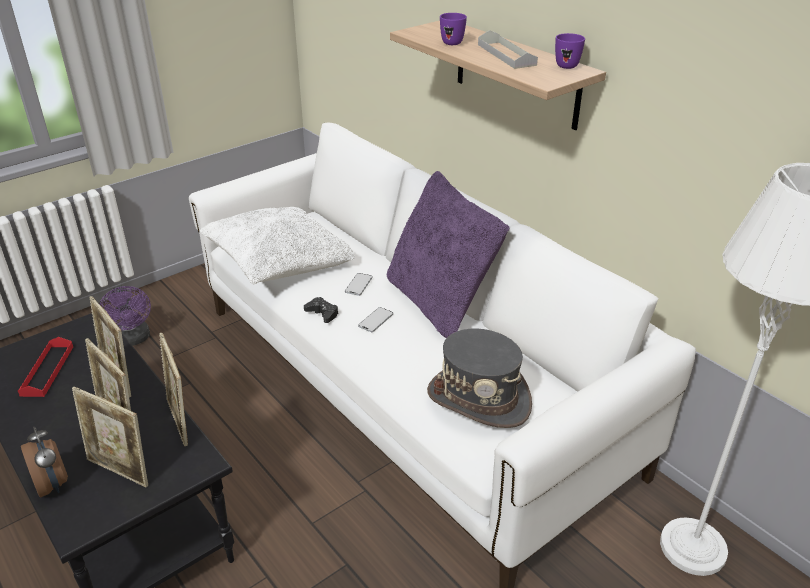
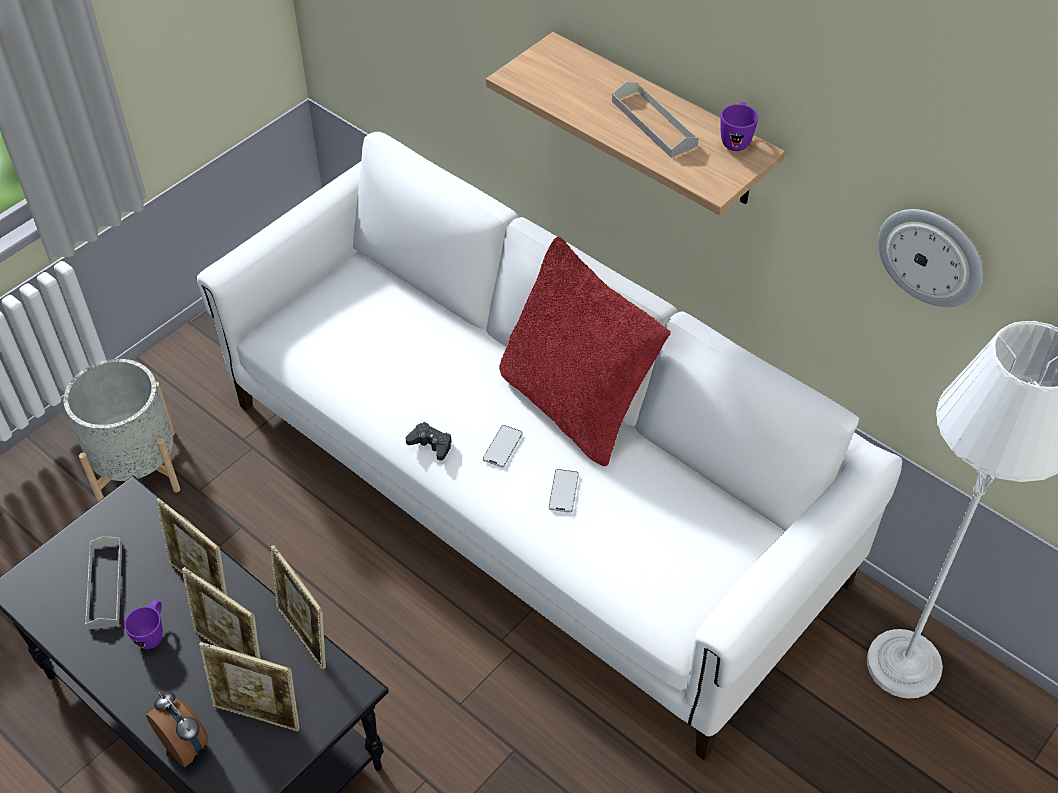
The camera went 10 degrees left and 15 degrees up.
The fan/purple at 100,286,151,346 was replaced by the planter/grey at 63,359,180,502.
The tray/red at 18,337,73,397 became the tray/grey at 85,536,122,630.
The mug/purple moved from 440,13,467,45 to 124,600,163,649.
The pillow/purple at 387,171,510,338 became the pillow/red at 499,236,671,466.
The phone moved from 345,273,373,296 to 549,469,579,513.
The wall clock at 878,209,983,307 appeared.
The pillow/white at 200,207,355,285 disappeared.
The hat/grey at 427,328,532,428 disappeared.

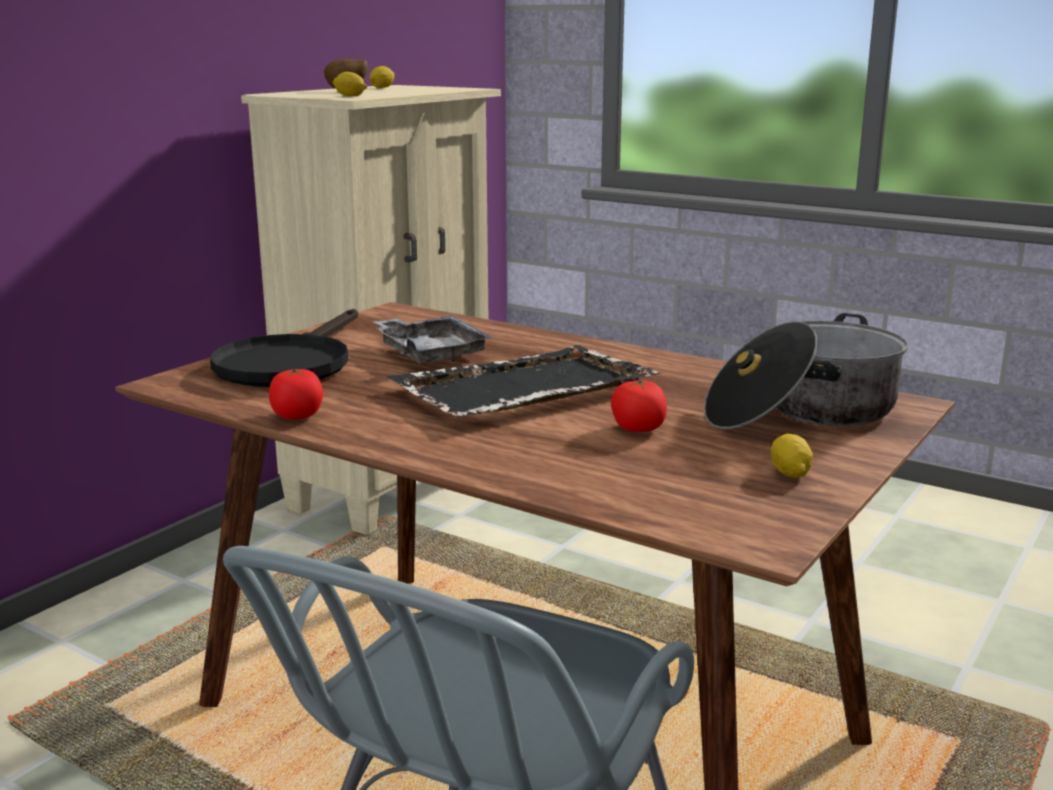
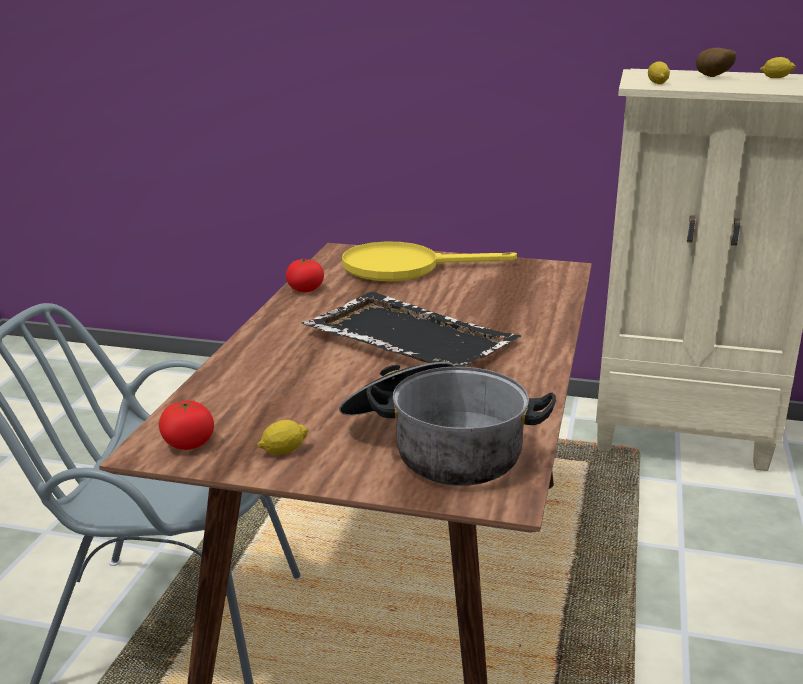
The camera went 70 degrees right and 5 degrees up.
The tomato moved from 611,379,667,432 to 159,400,214,450.
The frying pan/black at 210,309,358,387 became the frying pan/yellow at 342,241,517,281.
The tray/grey at 373,315,493,364 disappeared.

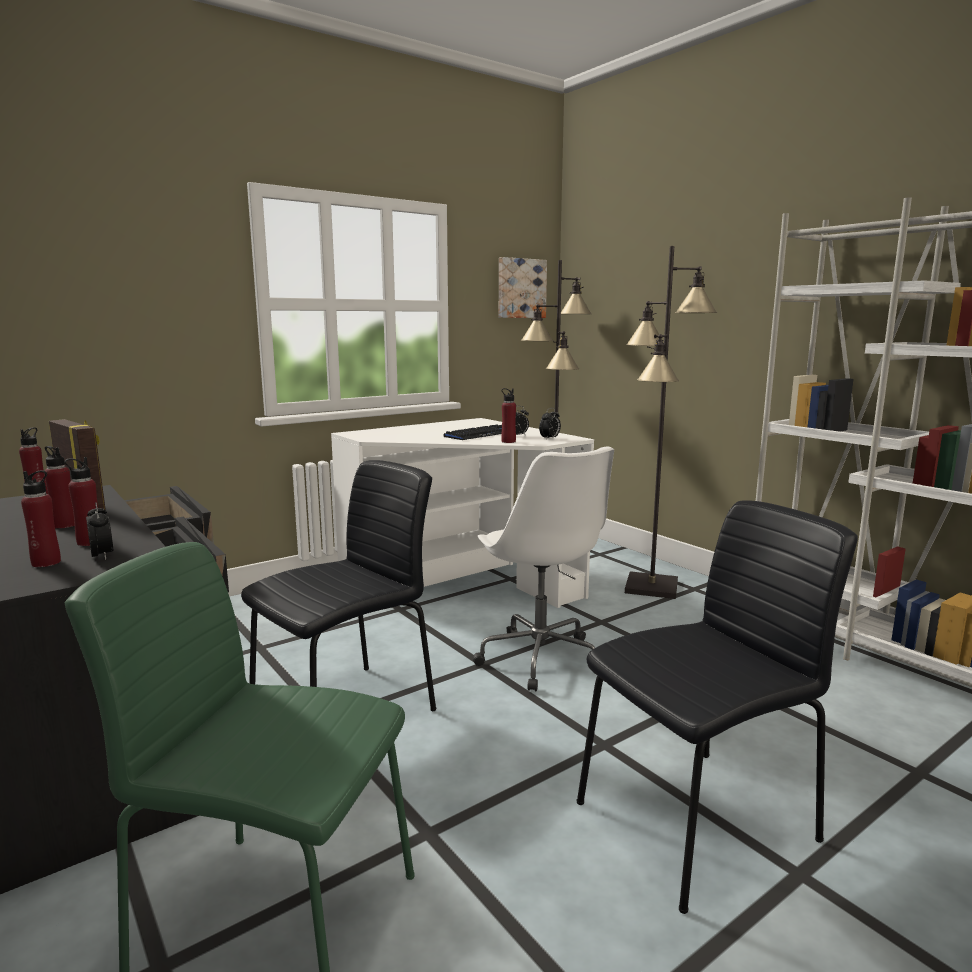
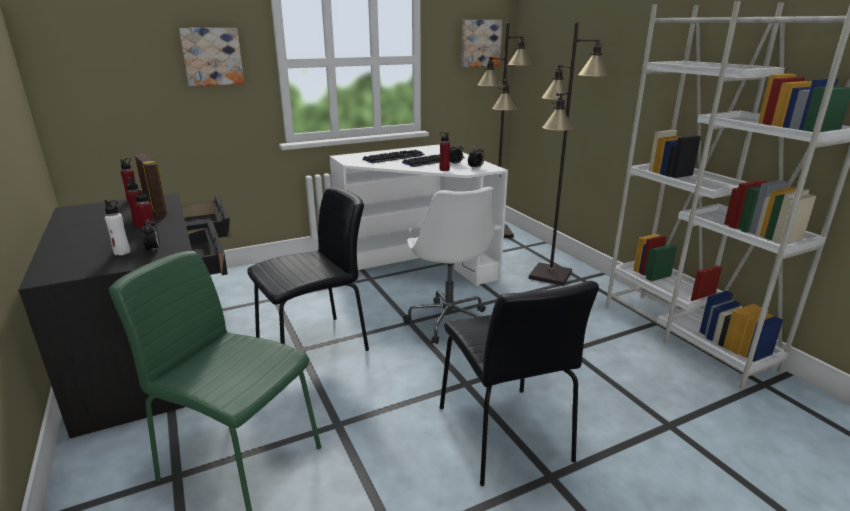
The camera went 10 degrees right and 10 degrees up.
The bottle/red at 21,470,61,567 became the bottle/white at 104,200,130,256.
The picture at 179,28,244,86 appeared.
The keyboard at 363,150,425,163 appeared.
The chair/black at 577,500,858,914 turned 90 degrees clockwise.

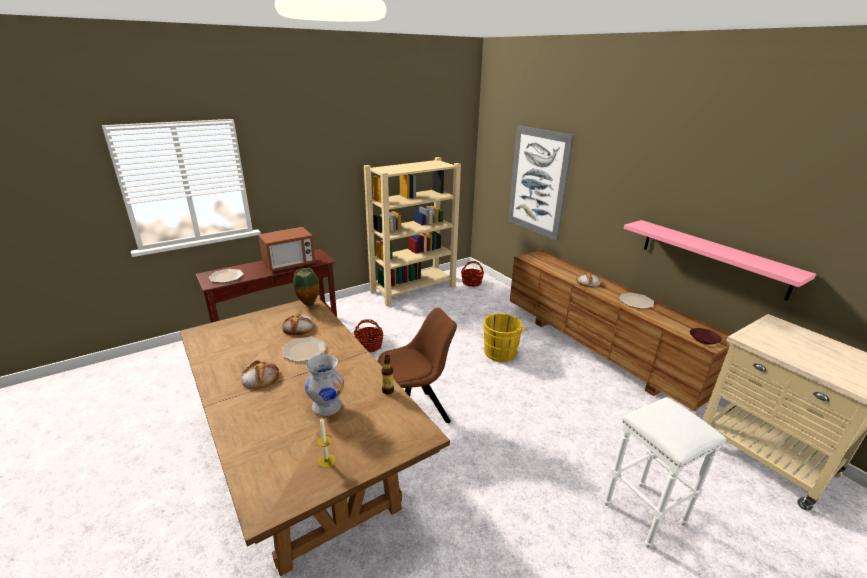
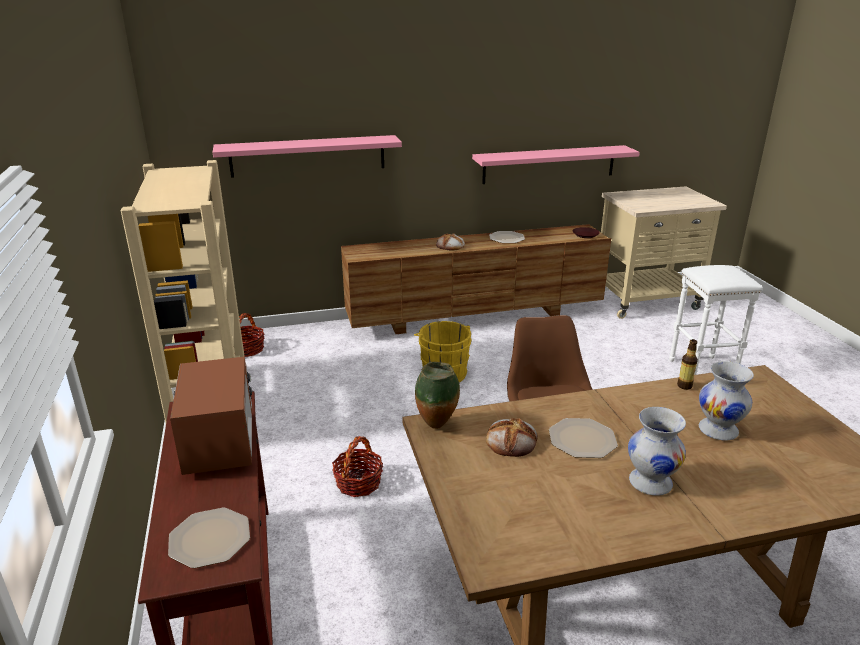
The camera went 70 degrees left and 0 degrees up.
The picture at 508,125,574,241 was replaced by the shelf/pink at 213,135,402,178.
The bread at 241,360,279,389 was replaced by the vase/white at 628,407,686,496.
The candle at 316,417,336,468 disappeared.

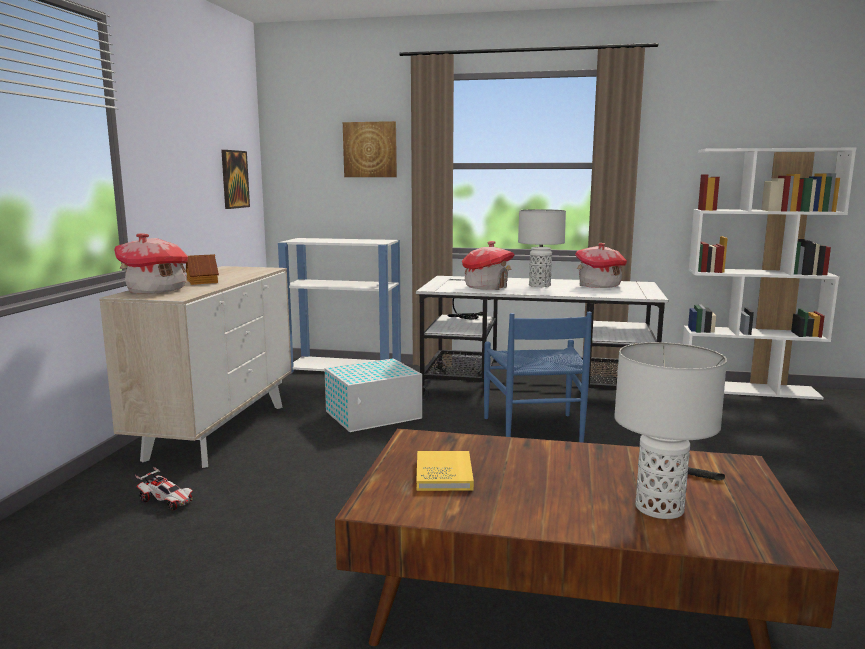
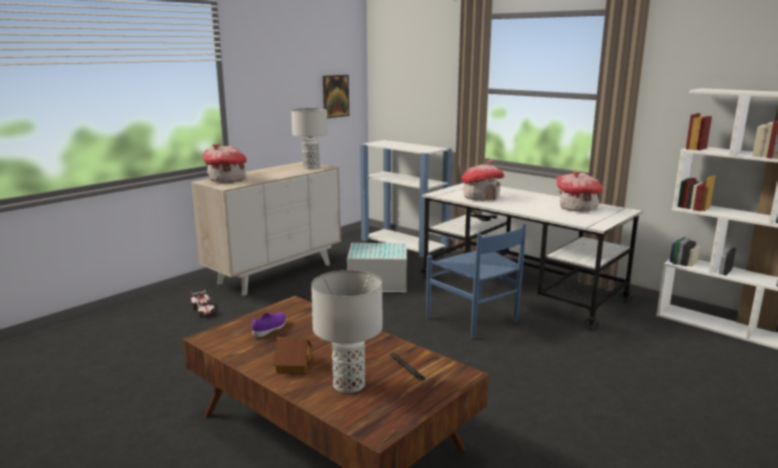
The camera went 30 degrees right and 5 degrees up.
The book/yellow at 416,451,474,491 was replaced by the shoe/purple at 252,312,286,338.
The toy house moved from 186,254,219,285 to 273,337,312,374.
The table lamp/white moved from 518,209,566,287 to 291,108,328,169.
The chair/blue at 484,312,592,443 turned 60 degrees counterclockwise.
The picture at 343,121,397,177 disappeared.

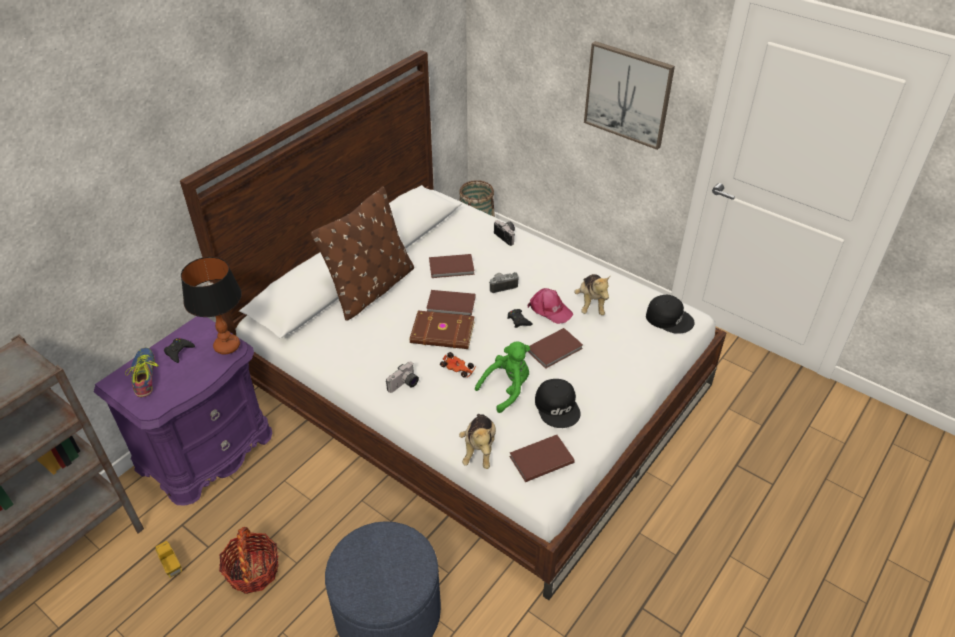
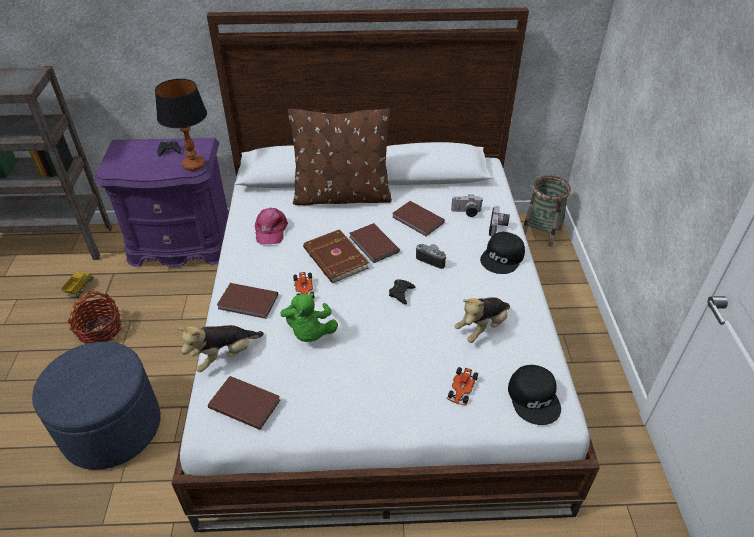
The camera went 50 degrees right and 0 degrees up.
The book/brown moved from 528,328,583,369 to 217,283,278,319.
The cap/pink moved from 527,288,573,324 to 255,208,288,245.
The plush toy/green at 475,341,530,413 turned 75 degrees clockwise.
The toy car at 446,367,478,405 appeared.
The photo camera moved from 386,362,419,393 to 451,195,483,217.
The cap/black moved from 535,379,581,428 to 480,232,525,274.
The shoe at 125,348,159,397 disappeared.
The picture at 584,41,675,150 disappeared.

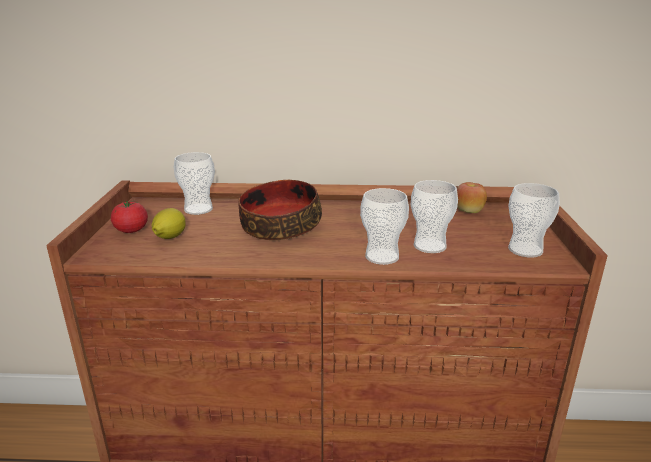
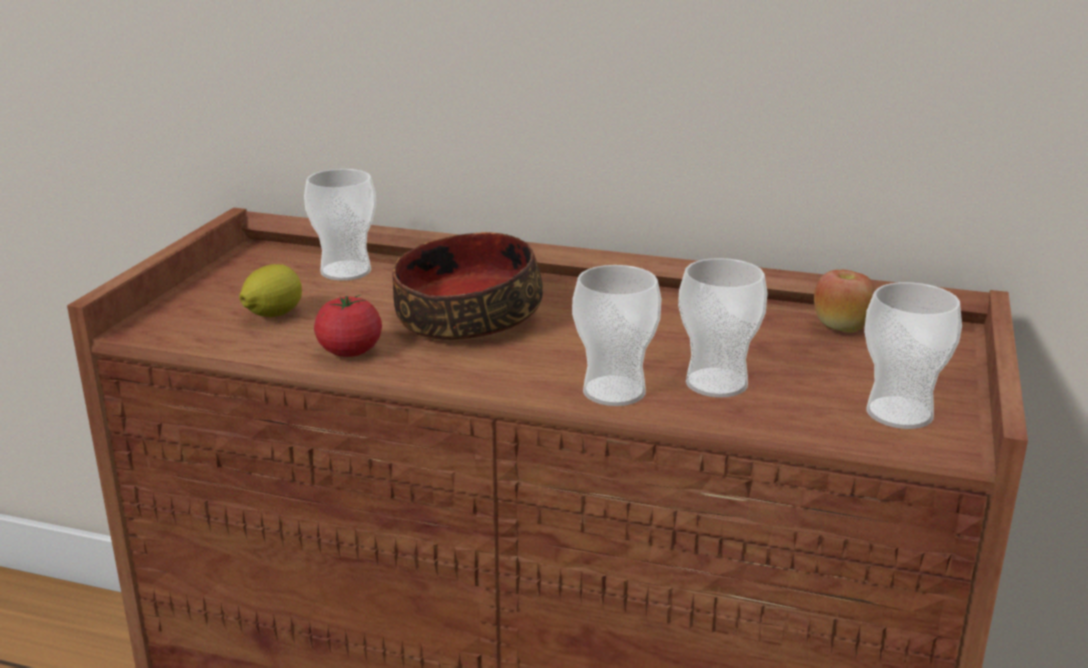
The camera went 15 degrees right and 0 degrees up.
The tomato moved from 111,200,148,233 to 314,295,382,357.

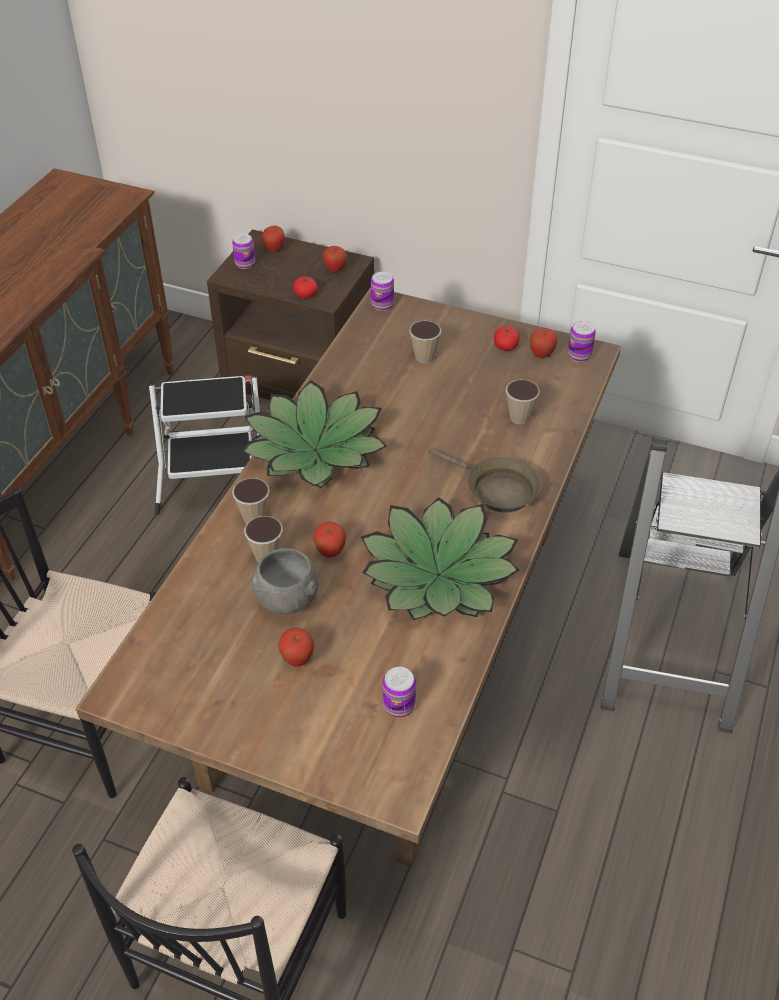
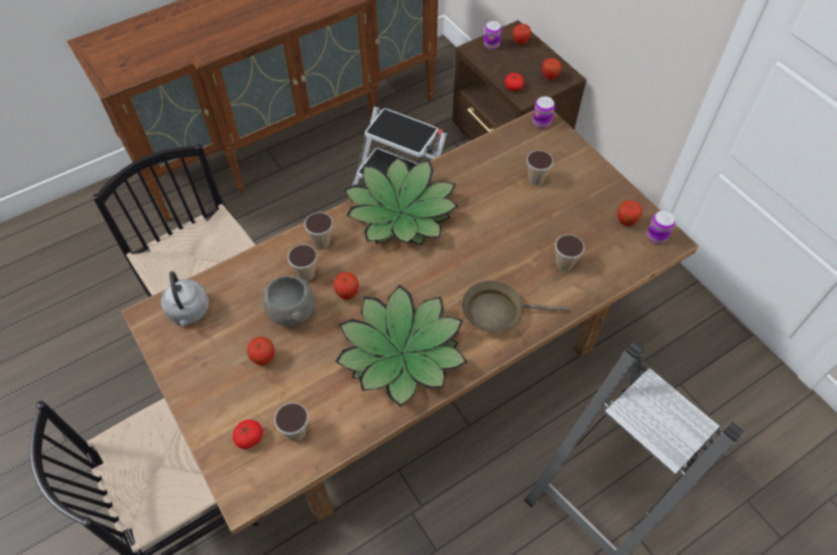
The camera went 35 degrees right and 10 degrees up.
The kettle/grey at 161,271,209,326 appeared.
The tomato moved from 494,326,520,351 to 233,420,263,449.
The can at 383,667,416,717 was replaced by the cup at 274,402,308,441.
The frying pan/brown at 428,448,541,513 turned 105 degrees clockwise.

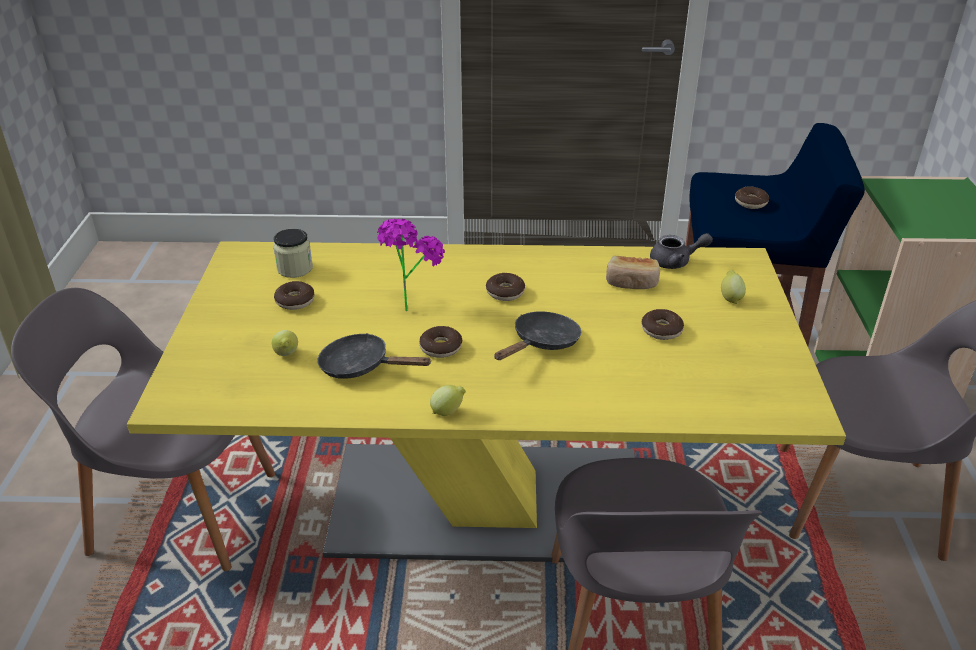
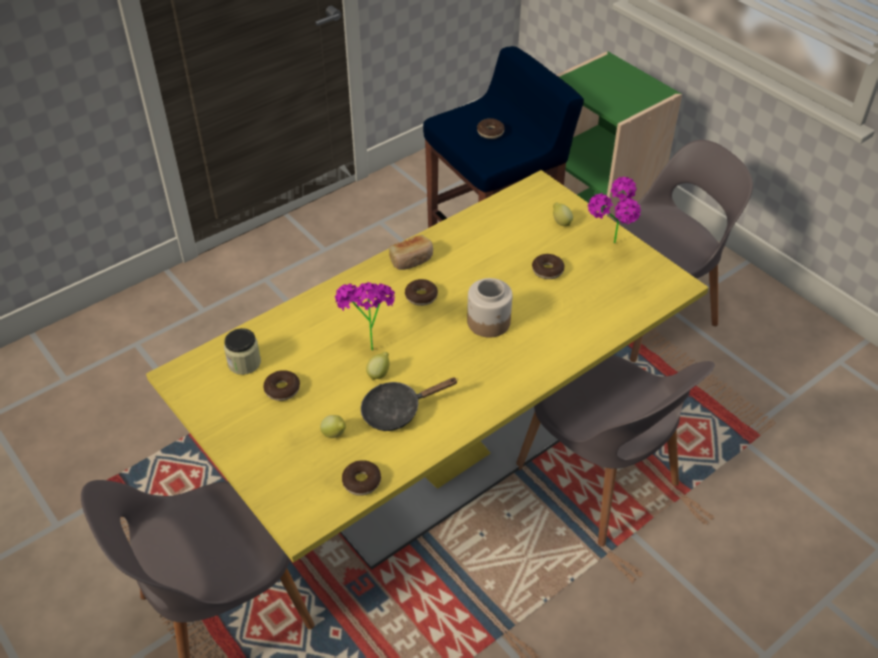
The camera went 40 degrees left and 10 degrees up.
The donut moved from 420,326,462,358 to 342,460,381,496.
The lemon moved from 430,385,466,416 to 366,352,390,381.
The bread moved from 606,256,660,289 to 389,235,433,270.
The frying pan/black at 494,311,581,360 was replaced by the jar at 467,278,512,338.
The potted plant at 588,176,641,243 appeared.
The teapot/grey at 650,233,713,269 disappeared.

